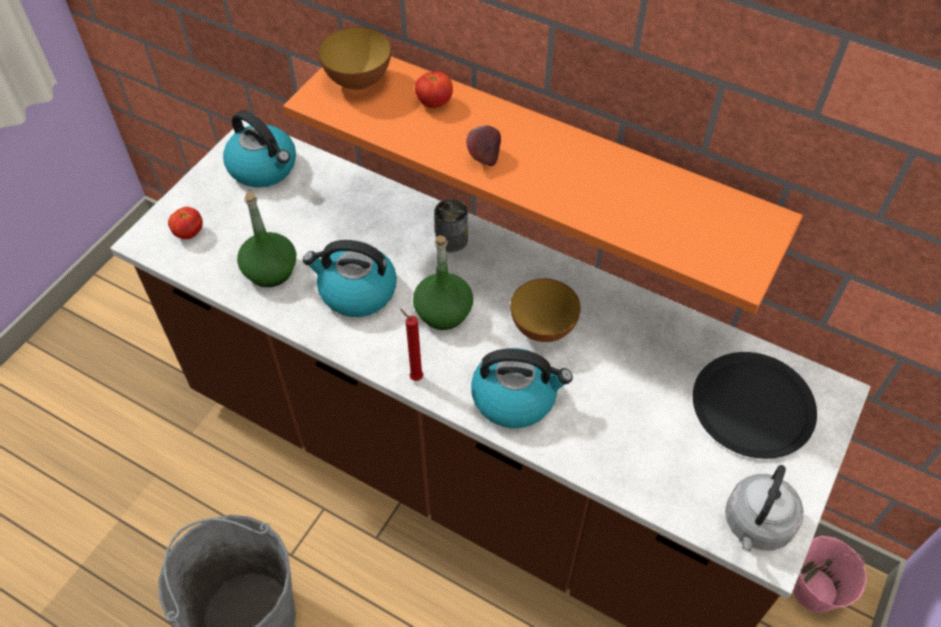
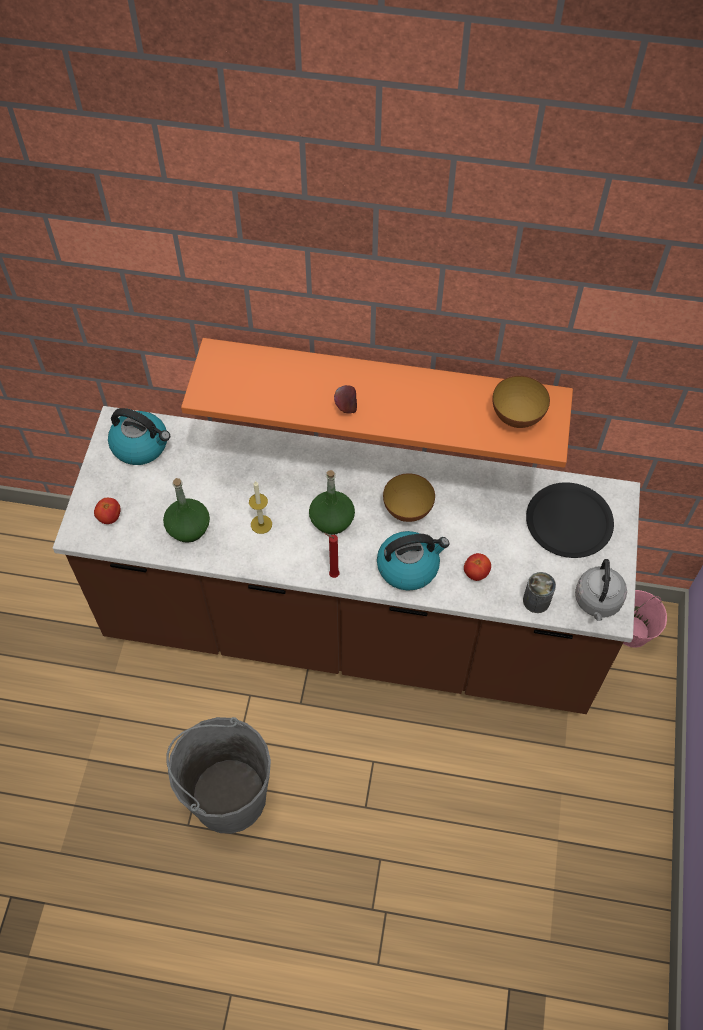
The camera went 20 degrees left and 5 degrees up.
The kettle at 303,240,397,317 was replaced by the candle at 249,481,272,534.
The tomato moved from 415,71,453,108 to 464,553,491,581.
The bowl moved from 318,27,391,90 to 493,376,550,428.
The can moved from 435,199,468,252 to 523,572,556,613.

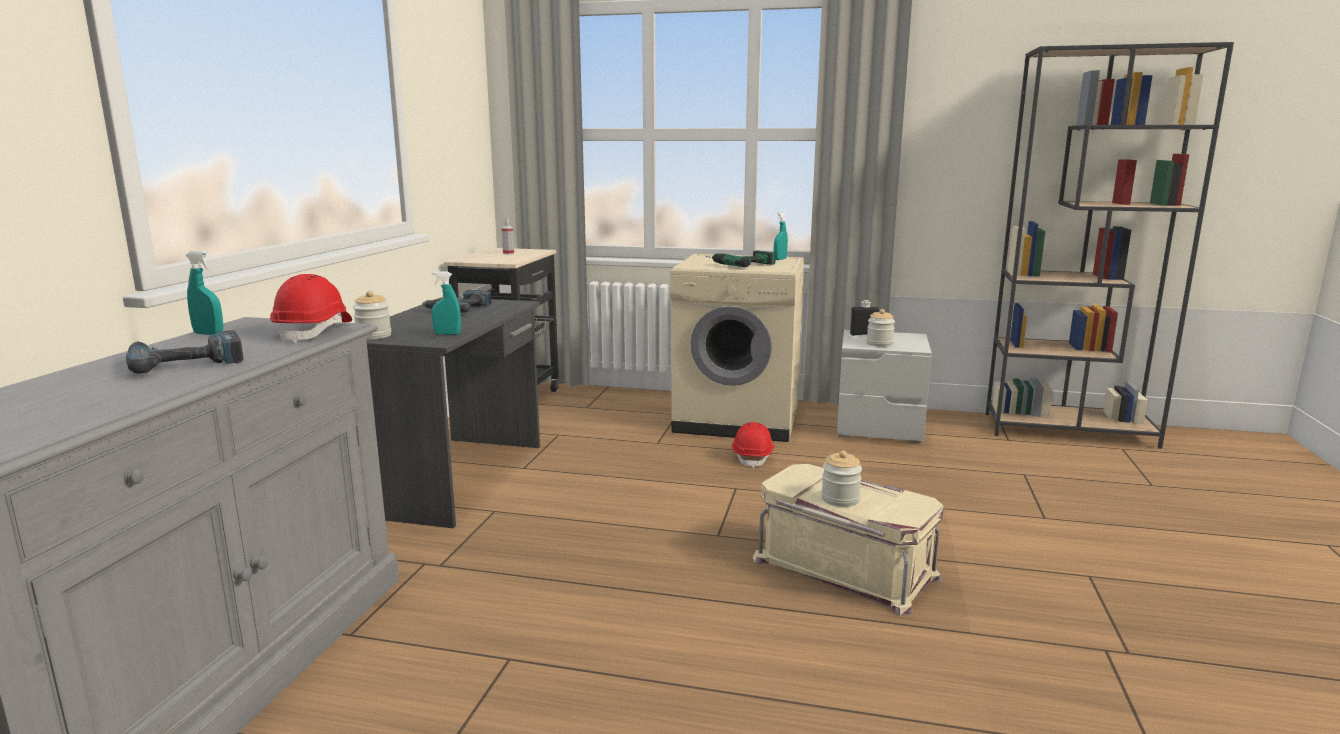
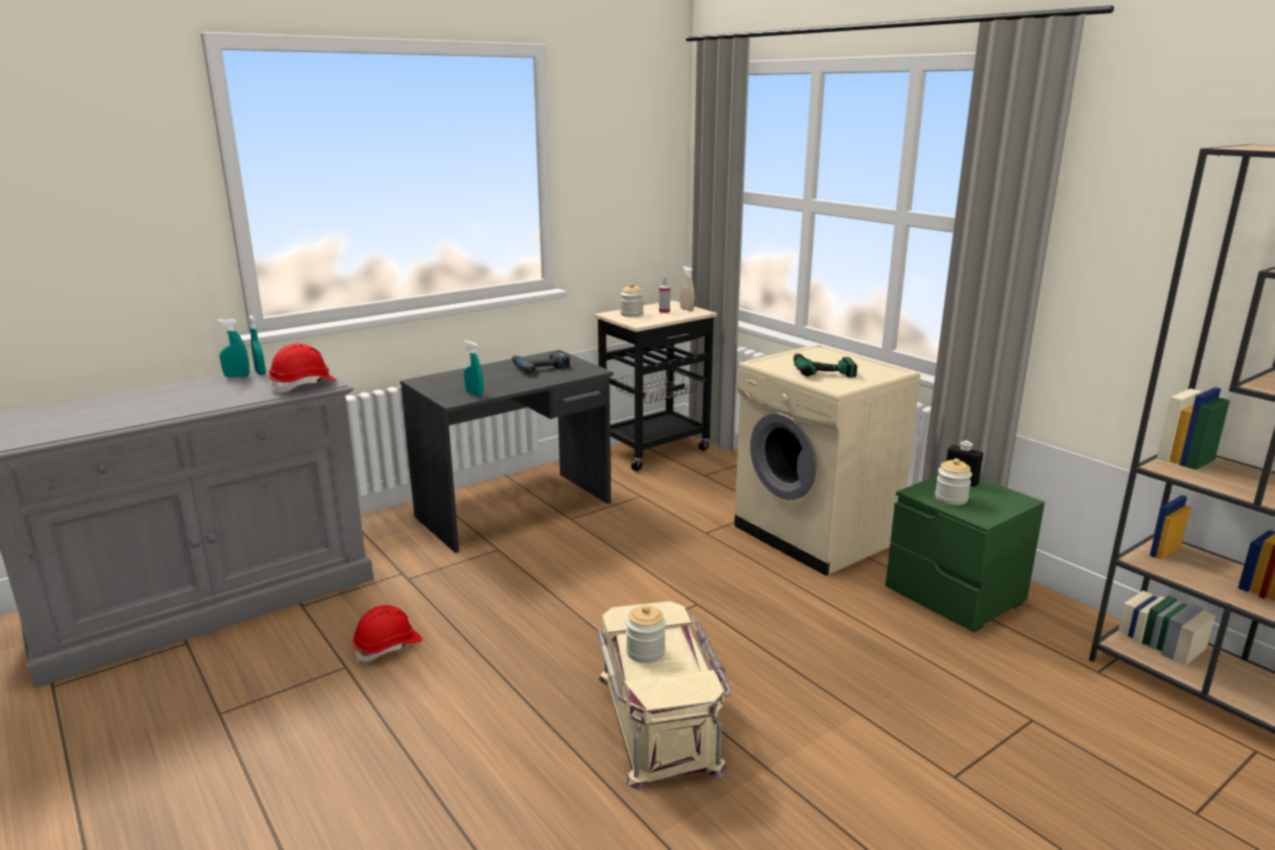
The camera went 40 degrees right and 5 degrees up.
The spray bottle/turquoise moved from 774,212,788,260 to 217,319,249,377.
The hard hat/red moved from 732,422,774,468 to 353,605,422,662.
The jar moved from 353,291,391,340 to 620,283,643,317.
The spray bottle/beige at 680,266,695,311 appeared.
The nightstand/white at 837,330,932,443 became the nightstand/green at 885,475,1045,632.
The power drill at 126,330,244,374 disappeared.

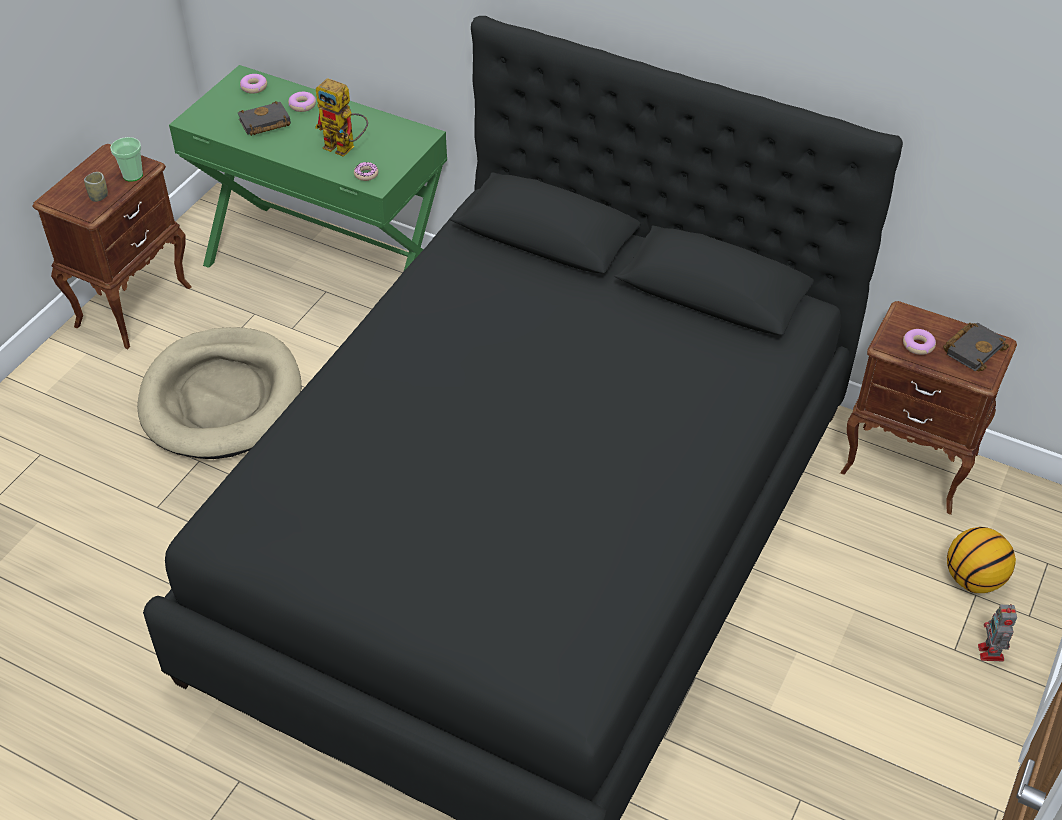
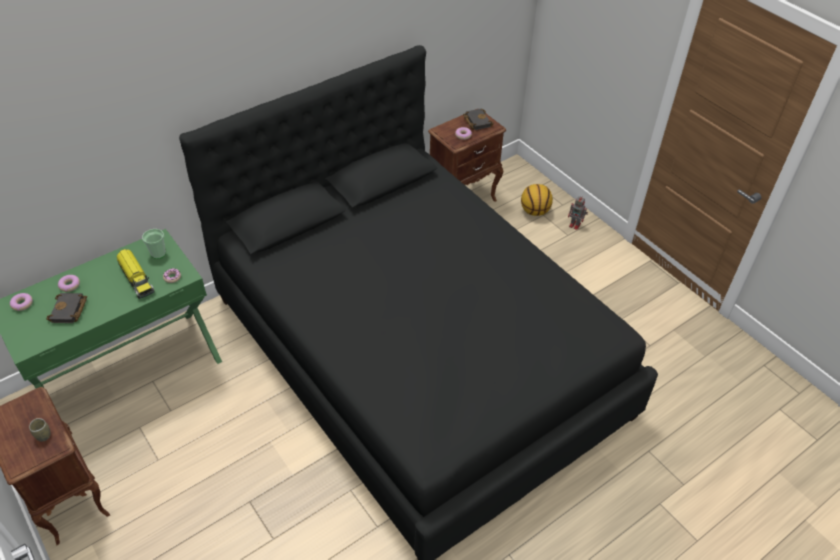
The camera went 65 degrees left and 0 degrees up.
The toy robot at 315,78,368,157 was replaced by the toy truck at 117,249,155,299.
The cup moved from 110,137,143,182 to 142,229,166,259.
The dog bed/beige at 137,327,301,459 disappeared.

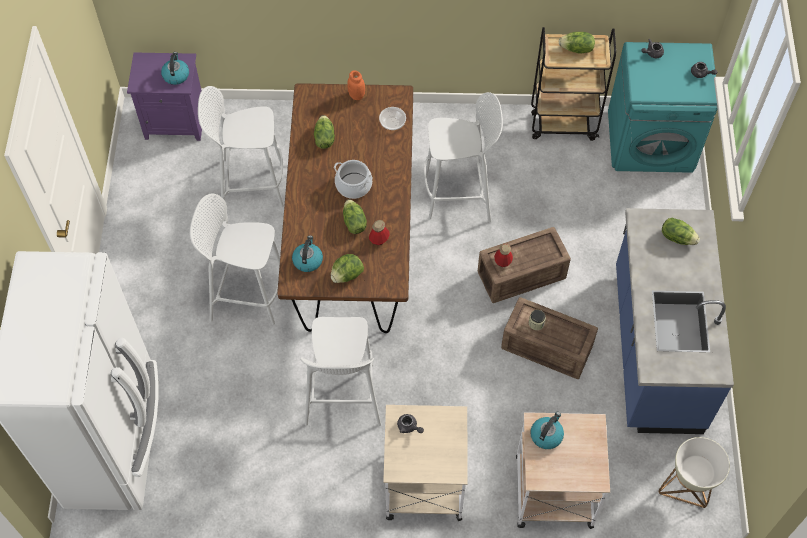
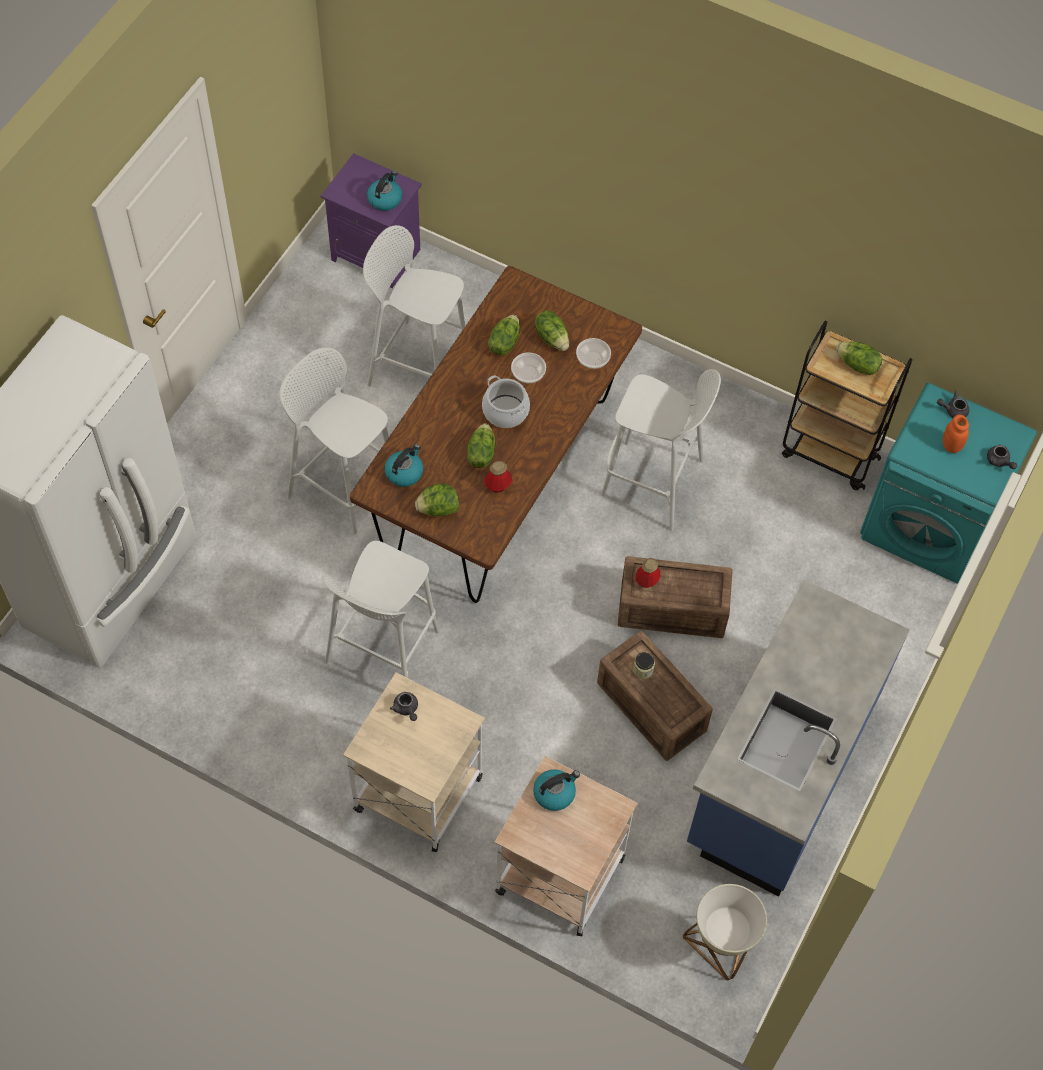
The camera went 25 degrees right and 0 degrees up.
The bowl at 511,352,546,383 appeared.
The lettuce moved from 662,218,700,245 to 535,311,569,351.
The jar/orange moved from 347,70,365,100 to 943,415,969,453.

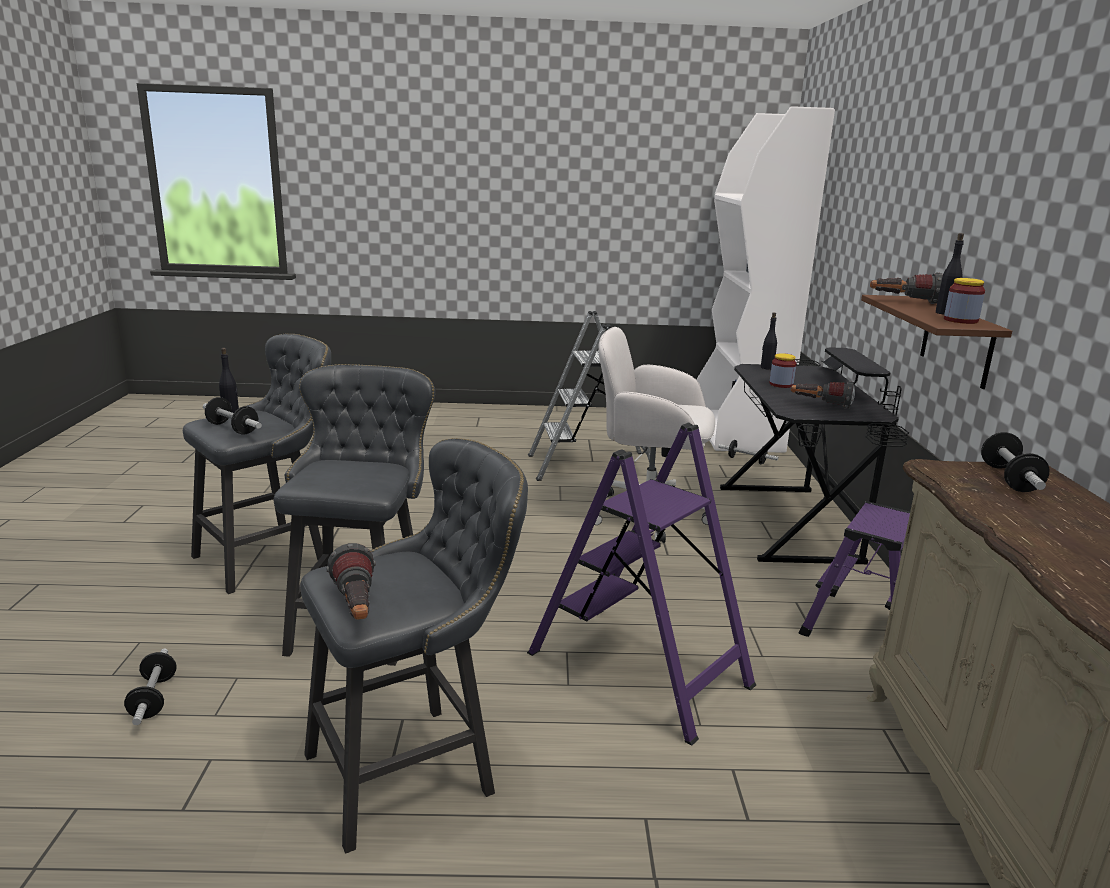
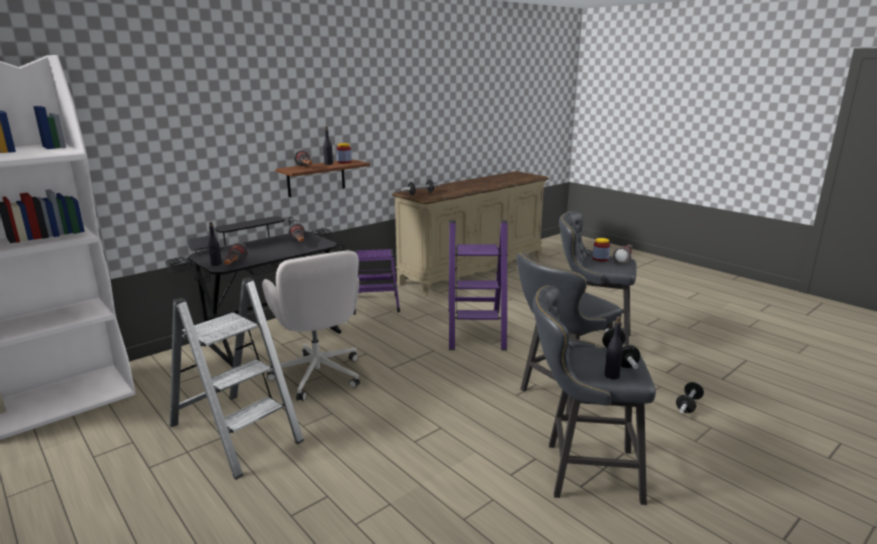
The camera went 130 degrees left and 0 degrees up.
The flashlight at 224,242,248,265 appeared.
The jar moved from 769,353,797,388 to 593,238,610,261.
The dumbbell at 718,440,779,464 disappeared.

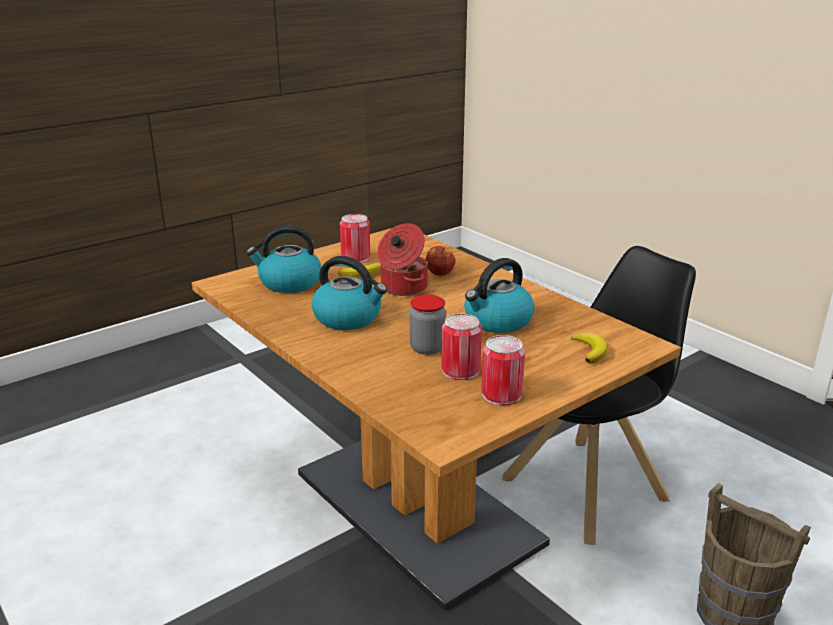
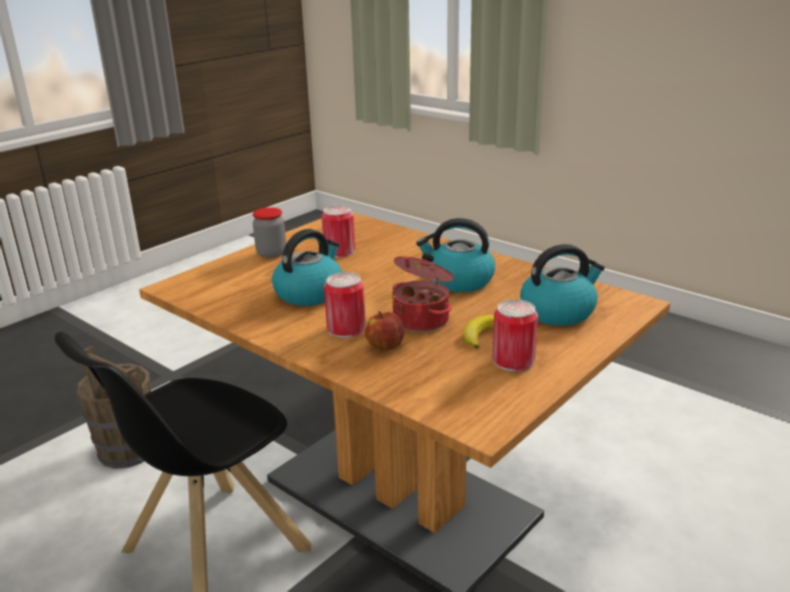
The camera went 170 degrees right and 0 degrees up.
The jar moved from 409,295,446,355 to 253,207,286,258.
The can moved from 481,335,525,406 to 324,272,366,338.
The banana at 571,333,607,364 disappeared.

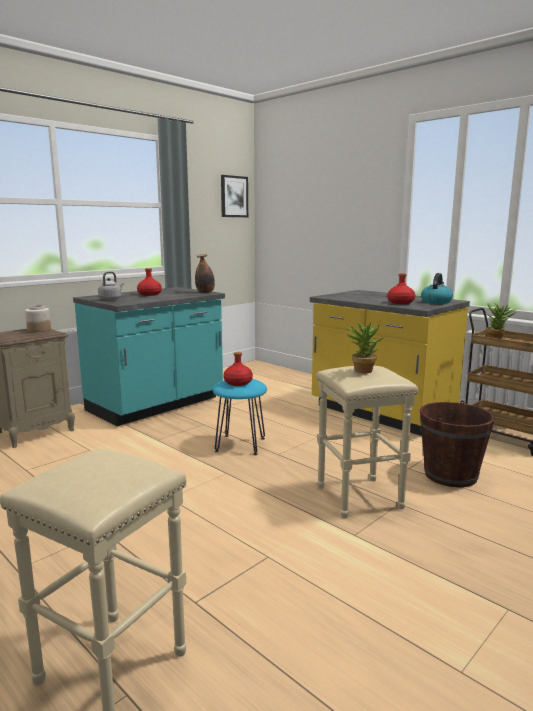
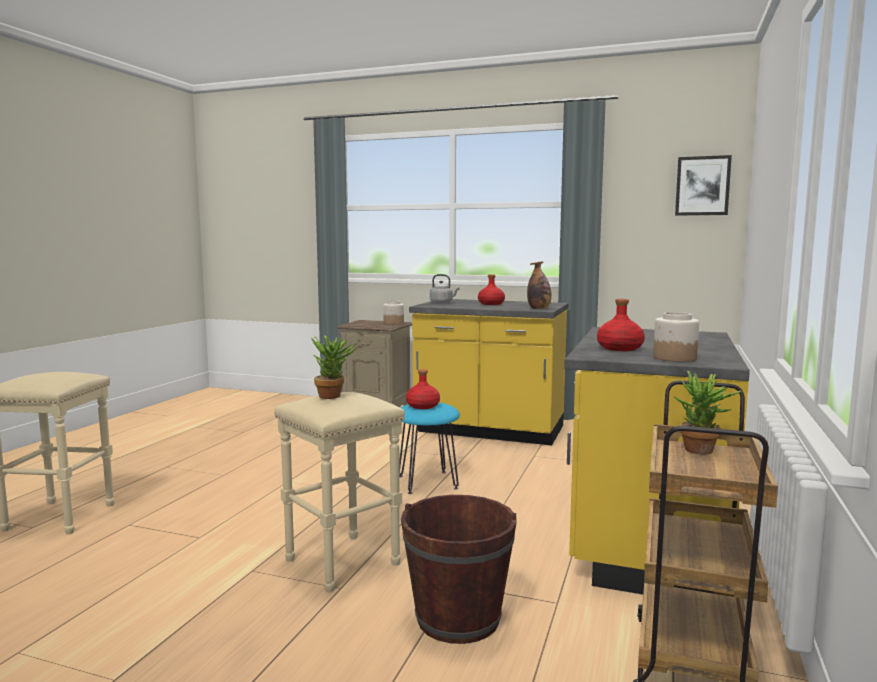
The camera went 65 degrees right and 5 degrees down.
The counter/turquoise at 73,287,225,426 became the counter/yellow at 409,299,569,445.
The kettle at 421,273,453,304 was replaced by the jar at 653,312,699,362.

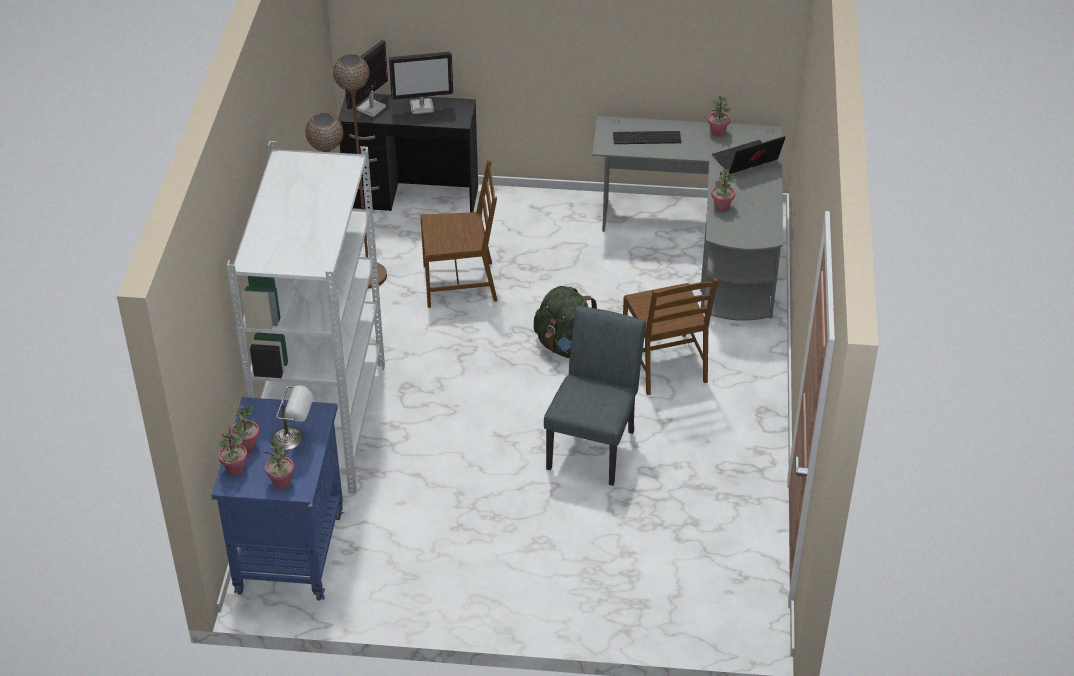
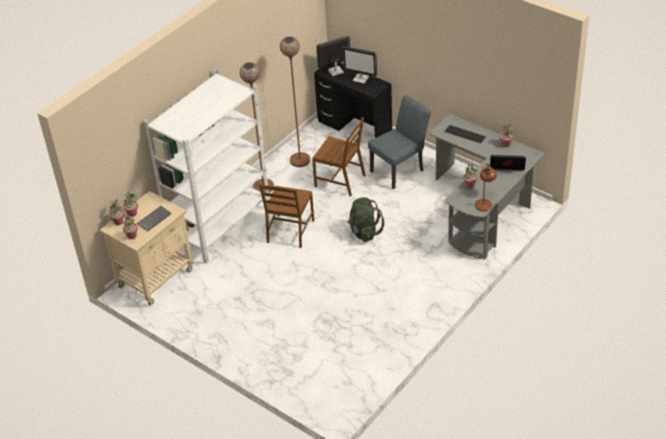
The camera went 35 degrees right and 0 degrees up.
The cart/blue at 211,397,345,600 became the cart/beige at 100,191,193,306.
The table lamp/white at 271,385,313,450 was replaced by the keyboard at 137,206,172,231.
The chair/brown moved from 623,278,718,395 to 259,184,314,248.
The chair/grey moved from 544,306,646,486 to 368,95,431,189.
The table lamp/brown at 475,164,497,211 appeared.

